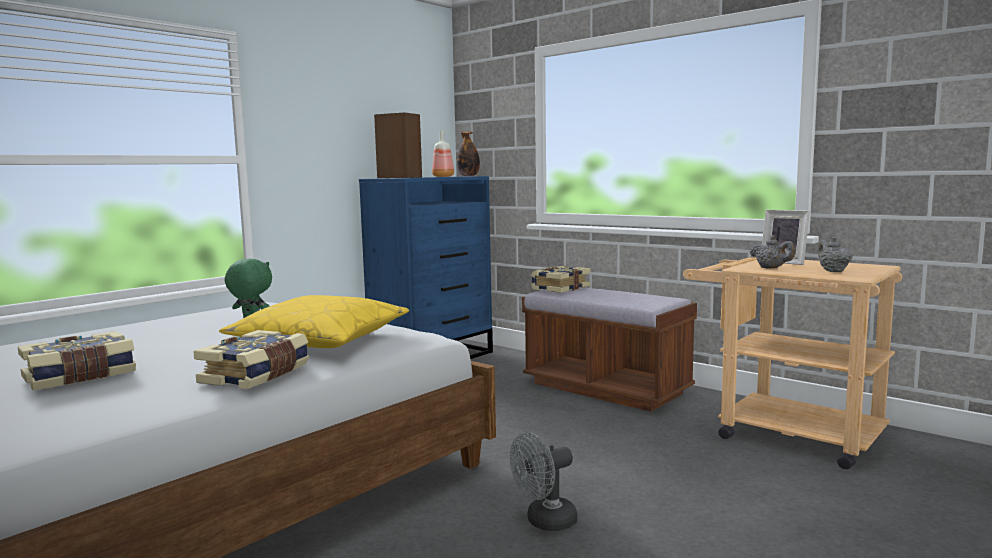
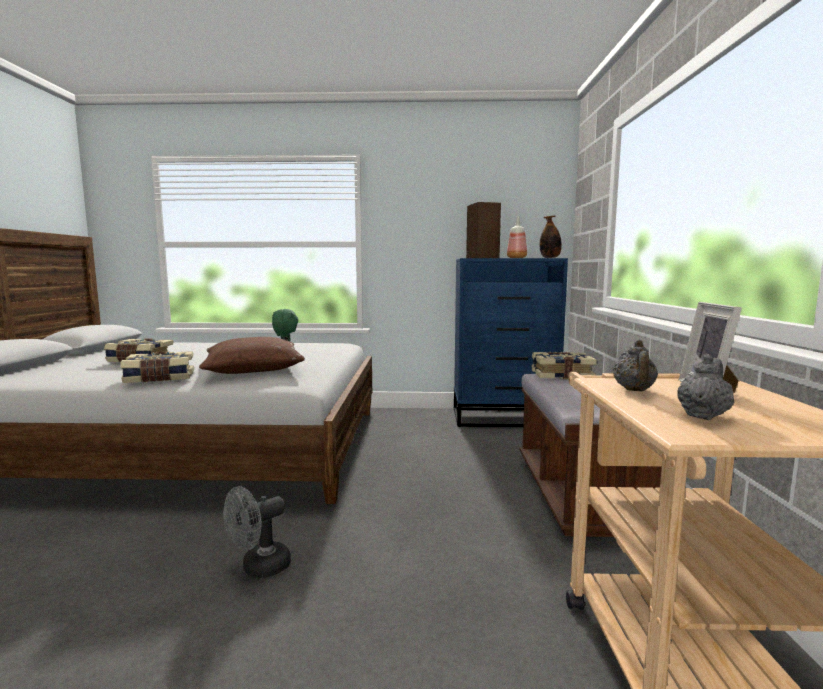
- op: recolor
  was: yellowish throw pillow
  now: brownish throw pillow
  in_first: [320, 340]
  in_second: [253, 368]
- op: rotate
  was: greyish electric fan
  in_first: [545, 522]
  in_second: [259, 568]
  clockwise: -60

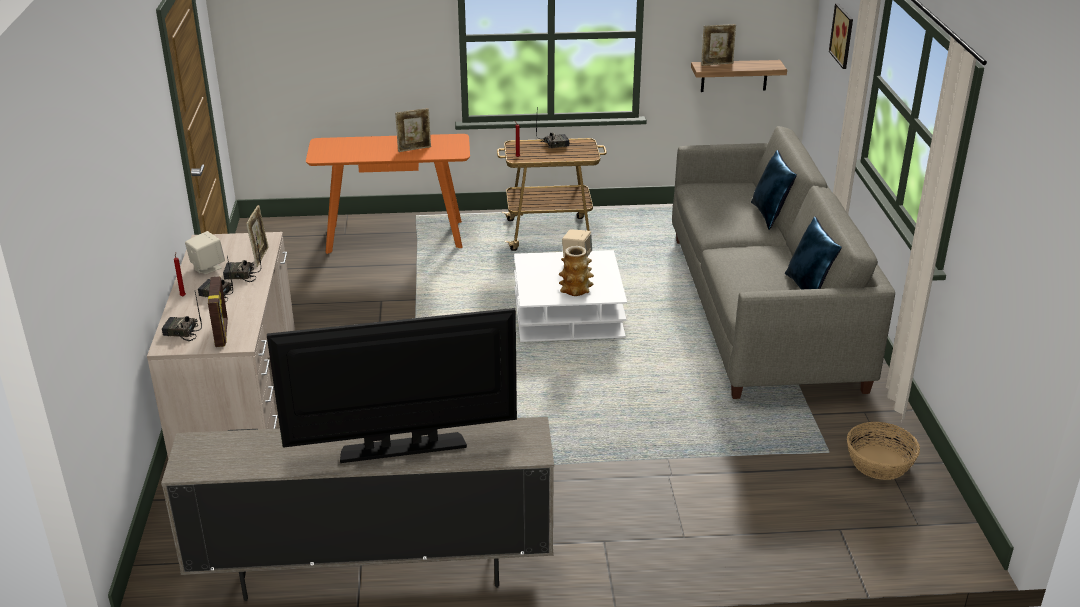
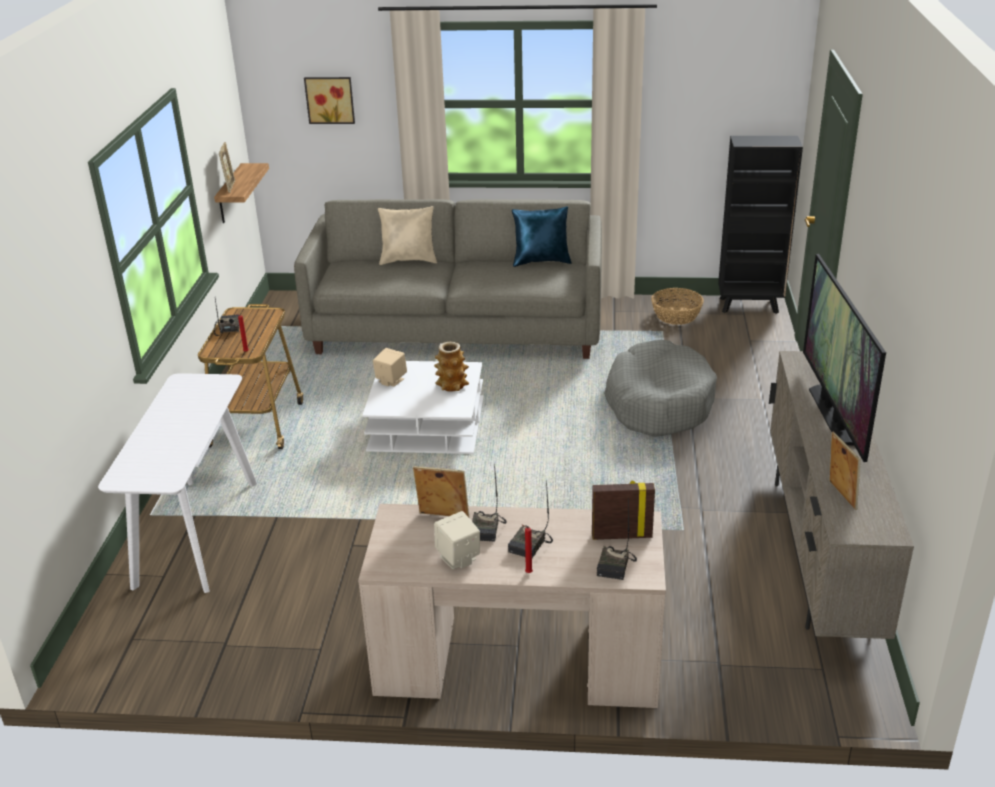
- op: recolor
  was: orangey console table
  now: whitish console table
  in_first: [395, 236]
  in_second: [197, 532]
- op: recolor
  was: bluish throw pillow
  now: beige-coloured throw pillow
  in_first: [770, 215]
  in_second: [409, 260]
- op: insert
  now: greyish dog cushion
  in_second: [658, 403]
- op: insert
  now: black-coloured bookcase
  in_second: [750, 305]
- op: move
  was: picture frame
  in_first: [414, 149]
  in_second: [840, 495]

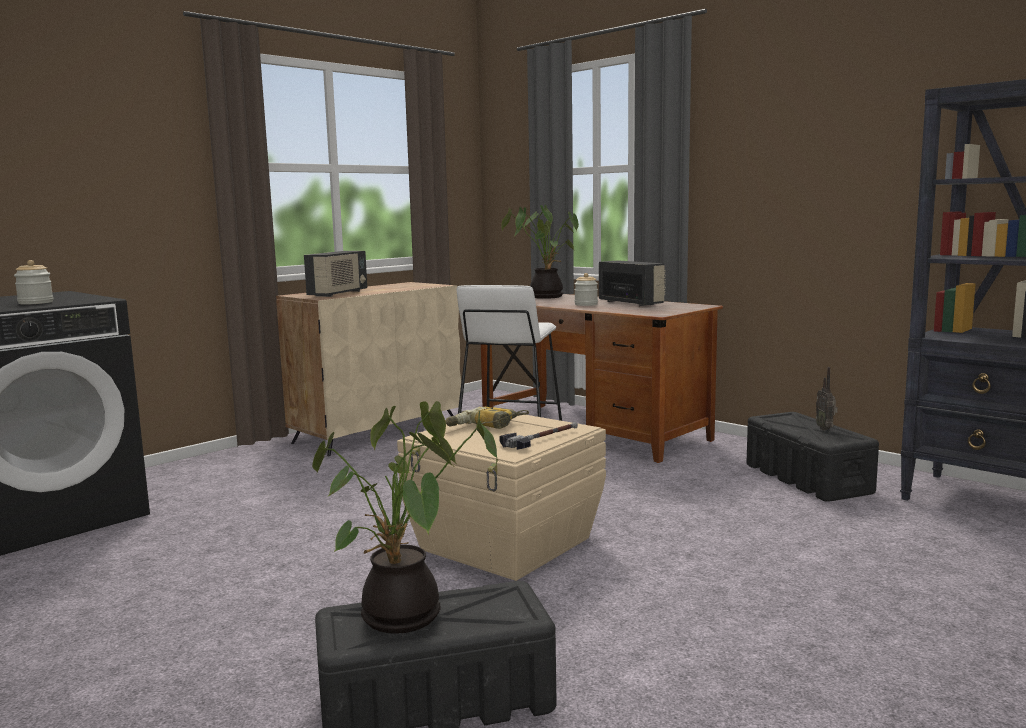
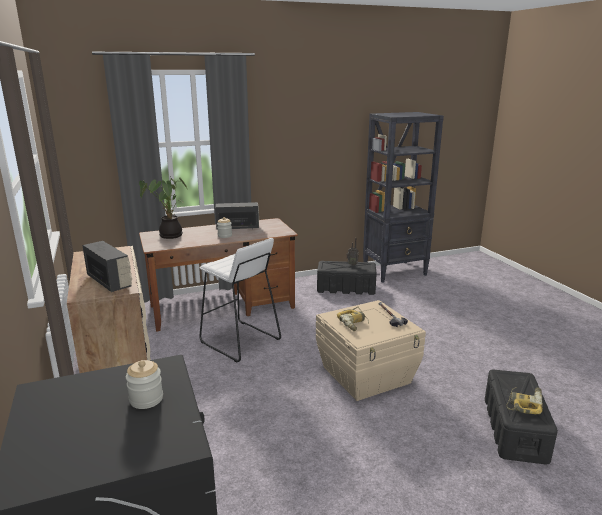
- op: replace
  was: plant in a pot
  now: electric drill
  in_first: [405, 620]
  in_second: [524, 403]

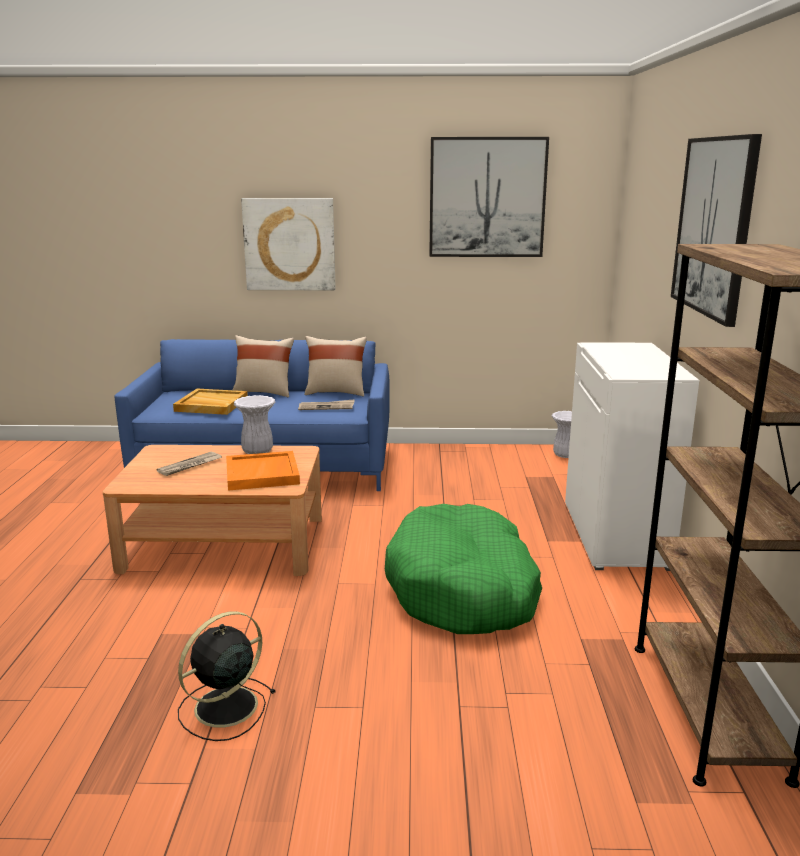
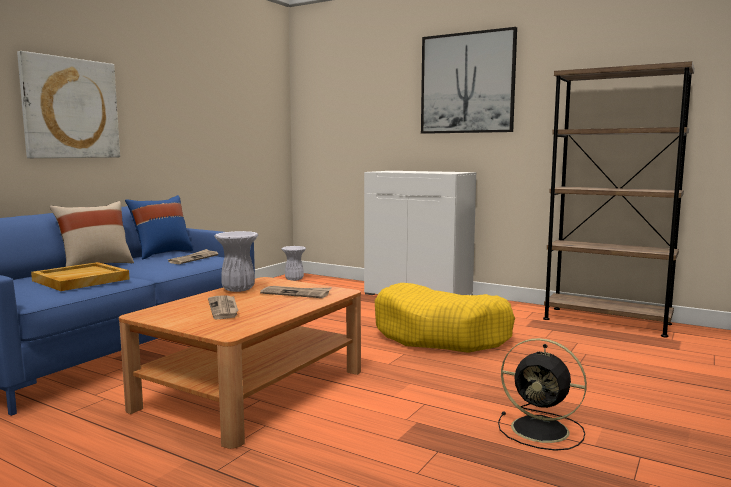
- op: recolor
  was: beige-coloured throw pillow
  now: bluish throw pillow
  in_first: [336, 392]
  in_second: [162, 253]
- op: replace
  was: orangey carrying tray
  now: newspaper
  in_first: [263, 474]
  in_second: [296, 293]
- op: recolor
  was: greenish dog cushion
  now: yellowish dog cushion
  in_first: [463, 589]
  in_second: [442, 335]
- op: rotate
  was: black-coloured electric fan
  in_first: [223, 708]
  in_second: [542, 430]
  clockwise: -45
- op: delete
  was: picture
  in_first: [487, 198]

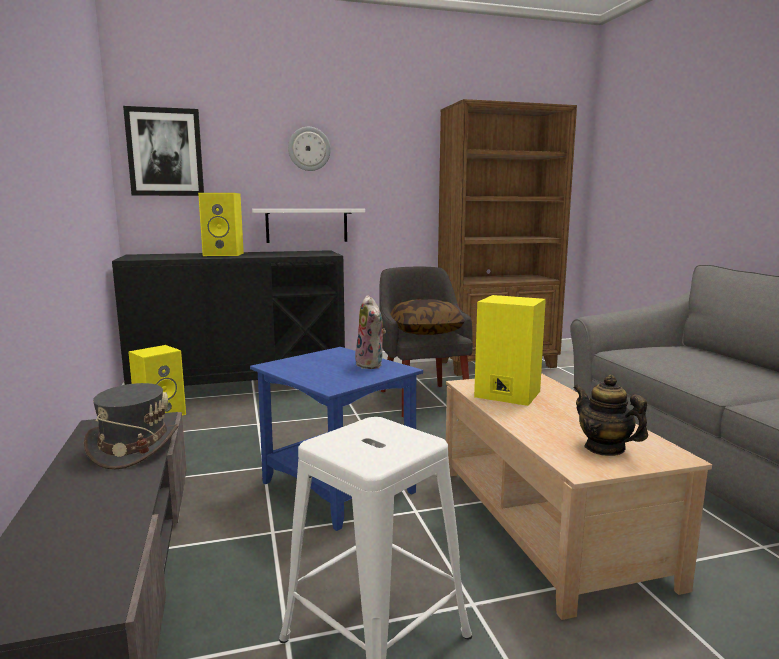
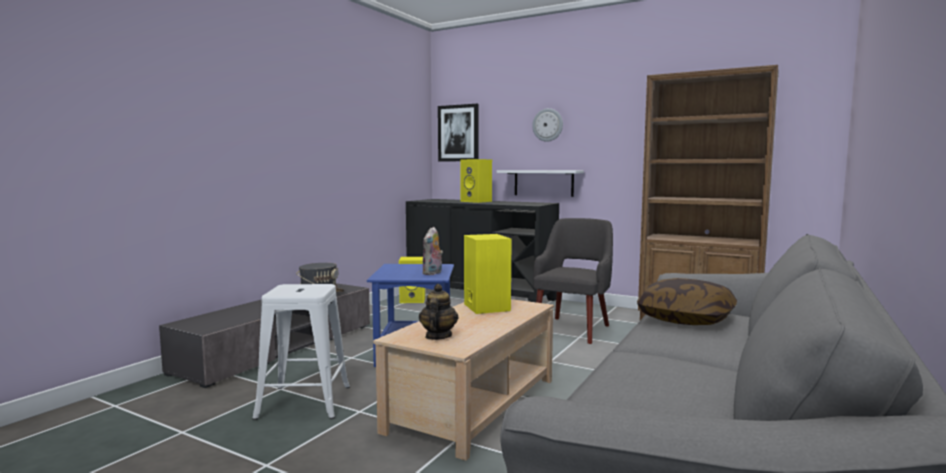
- op: move
  was: throw pillow
  in_first: [426, 331]
  in_second: [686, 319]

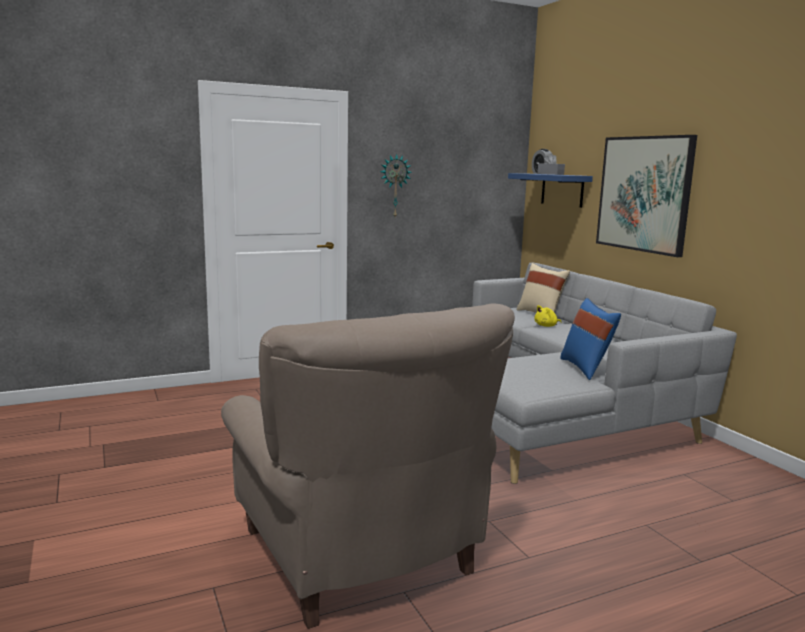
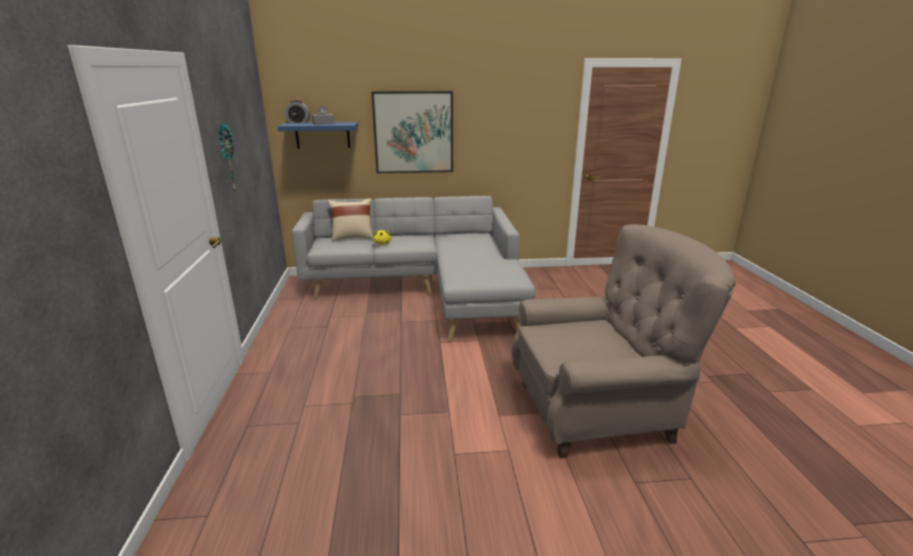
- op: delete
  was: bluish throw pillow
  in_first: [586, 368]

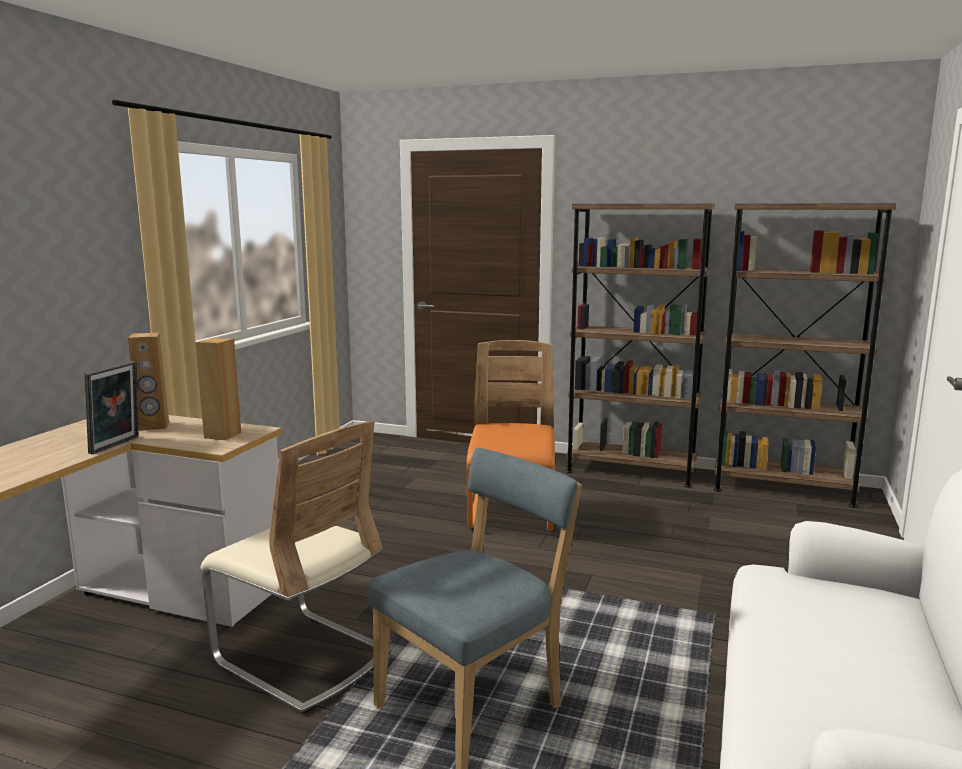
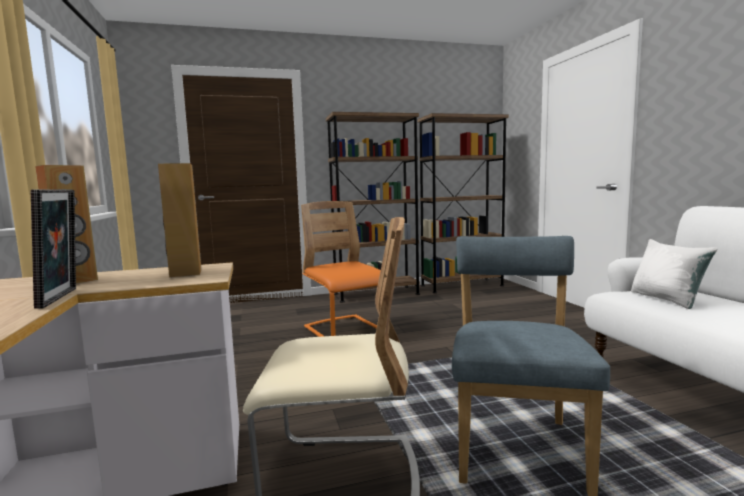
- op: insert
  now: whitish throw pillow
  in_second: [667, 299]

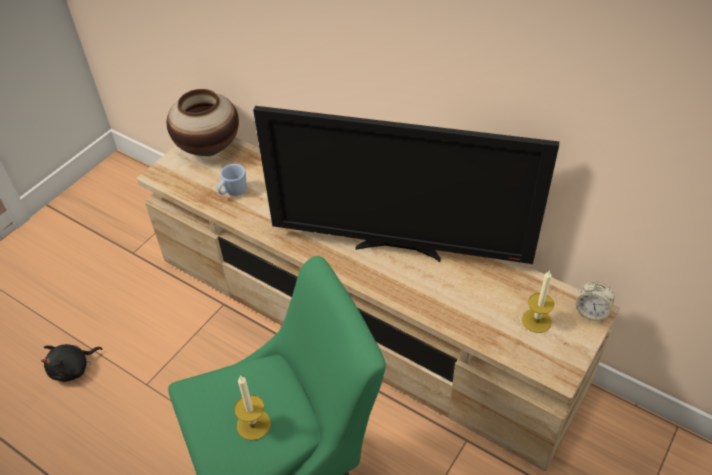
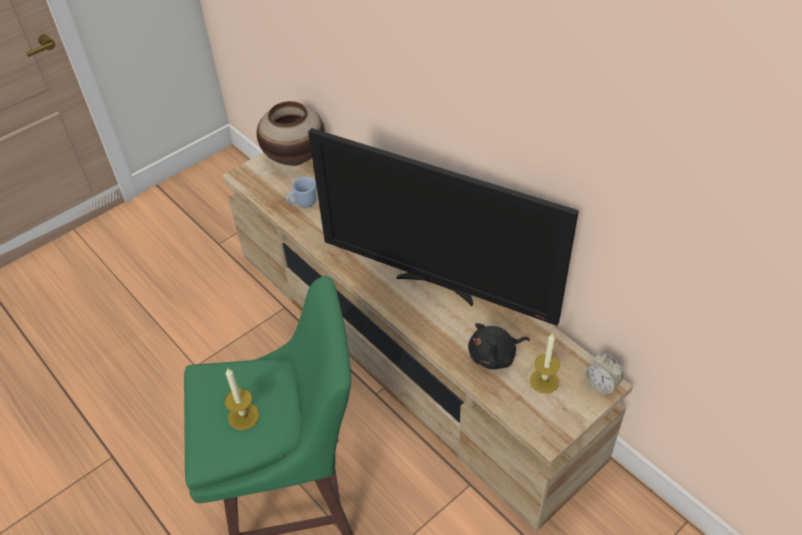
- op: move
  was: black-coloured cuddly toy
  in_first: [73, 368]
  in_second: [495, 356]

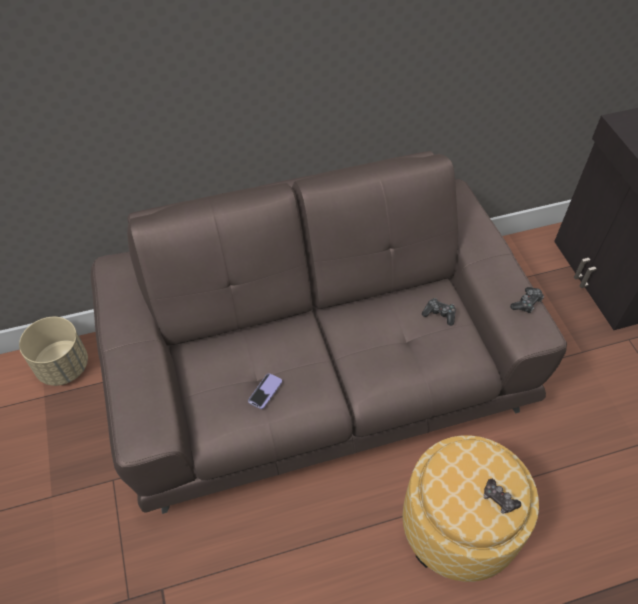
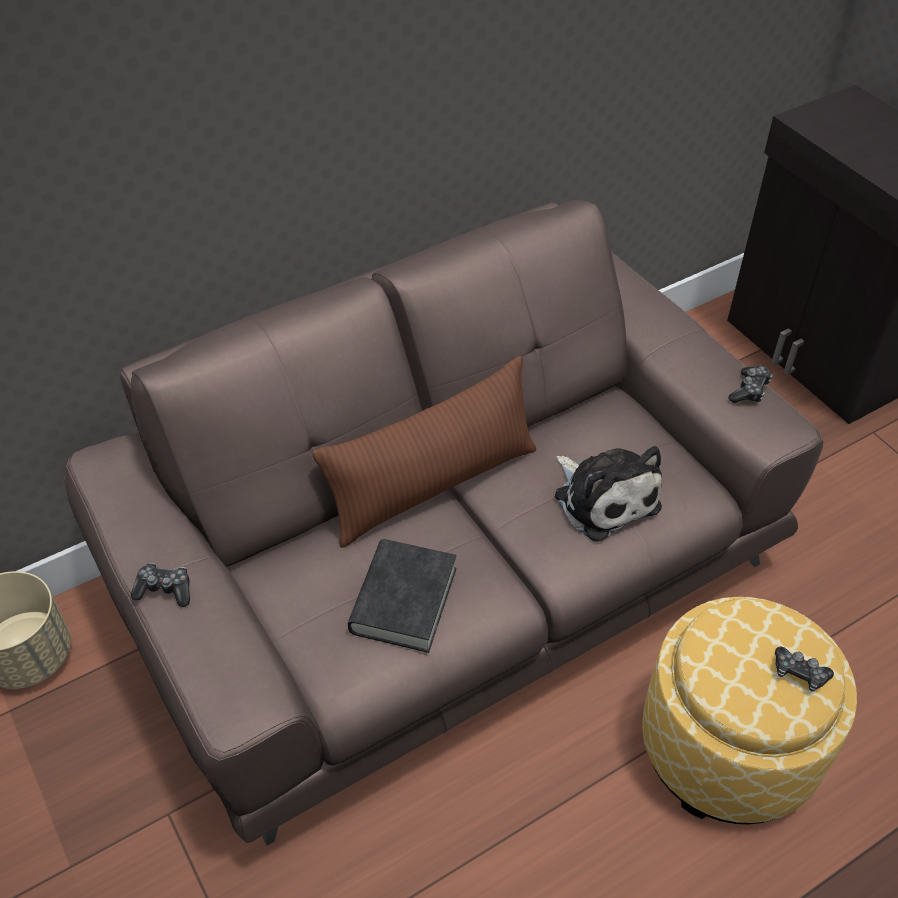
- op: move
  was: game controller
  in_first: [439, 314]
  in_second: [165, 590]
- op: insert
  now: brownish throw pillow
  in_second: [433, 486]
- op: replace
  was: phone
  now: black-coloured book
  in_first: [265, 391]
  in_second: [403, 600]
- op: insert
  now: cuddly toy
  in_second: [603, 497]

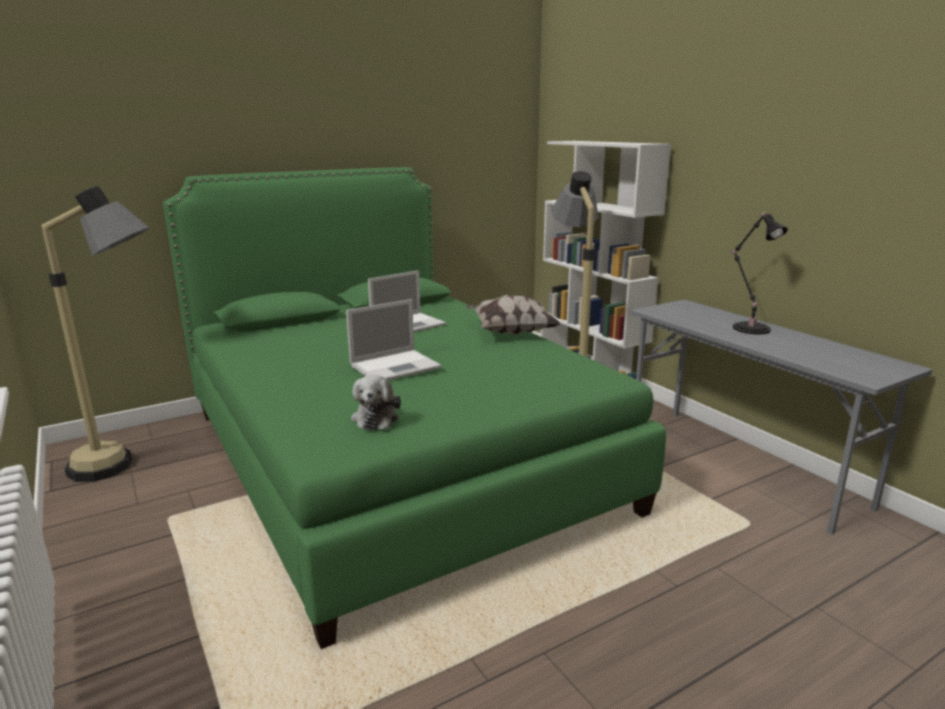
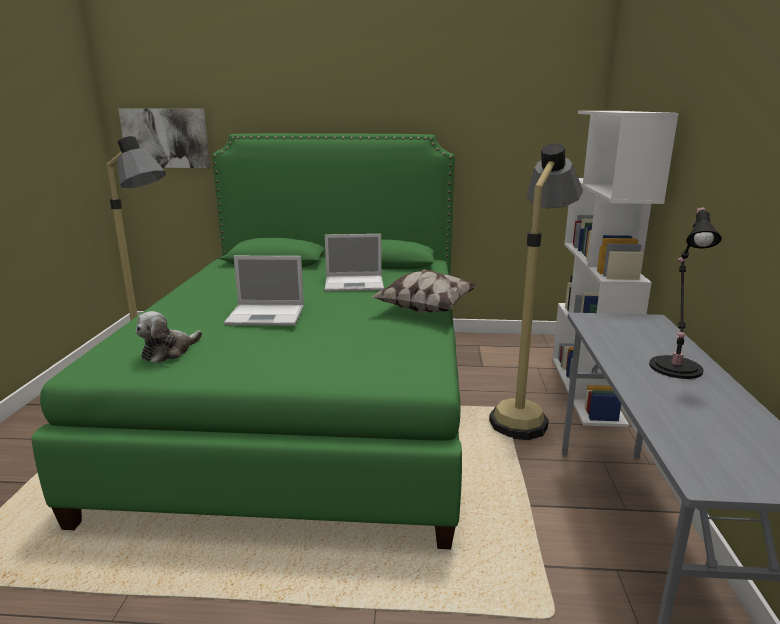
- op: insert
  now: picture
  in_second: [166, 138]

